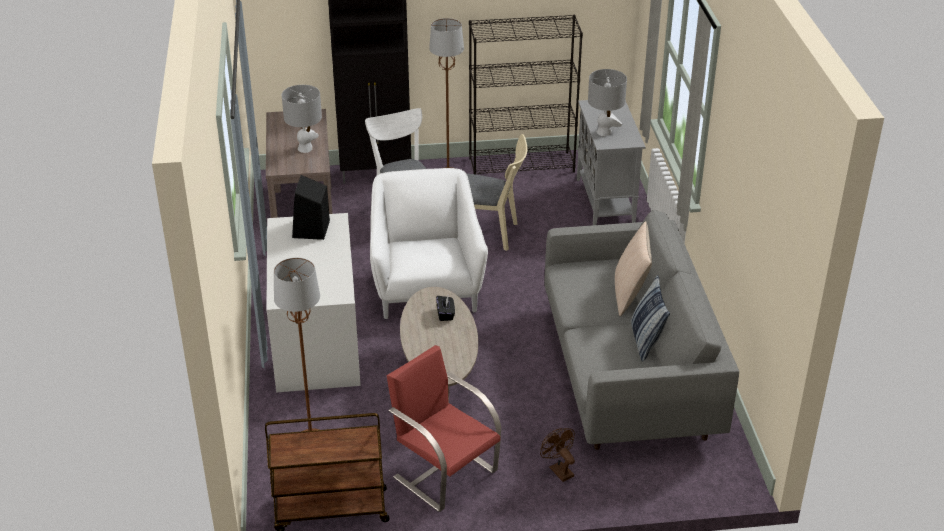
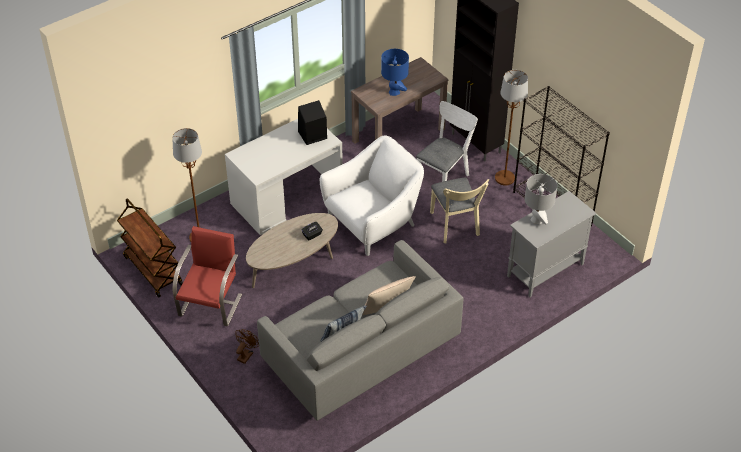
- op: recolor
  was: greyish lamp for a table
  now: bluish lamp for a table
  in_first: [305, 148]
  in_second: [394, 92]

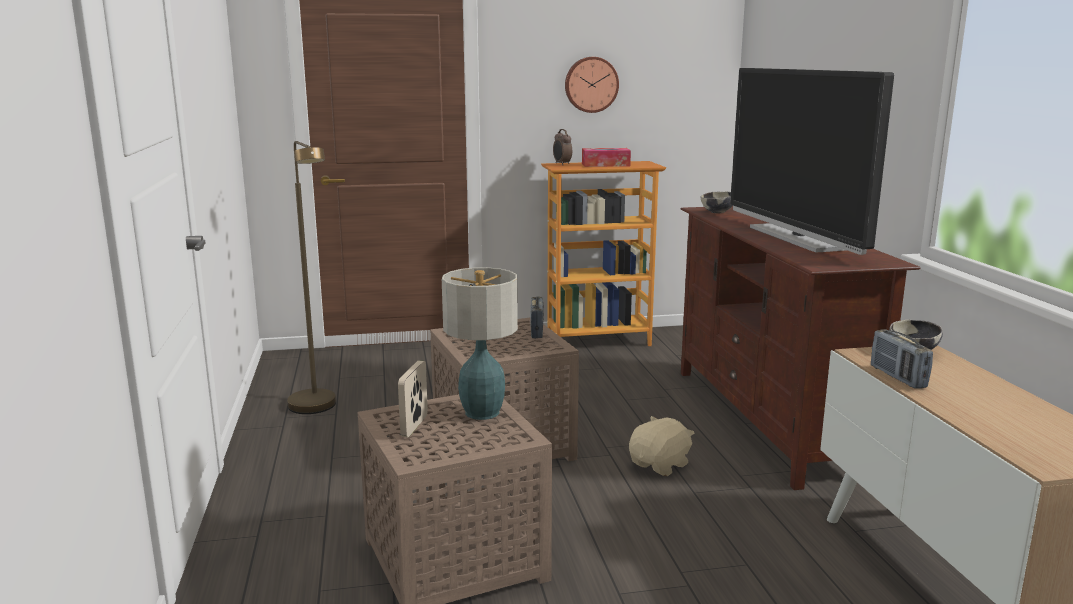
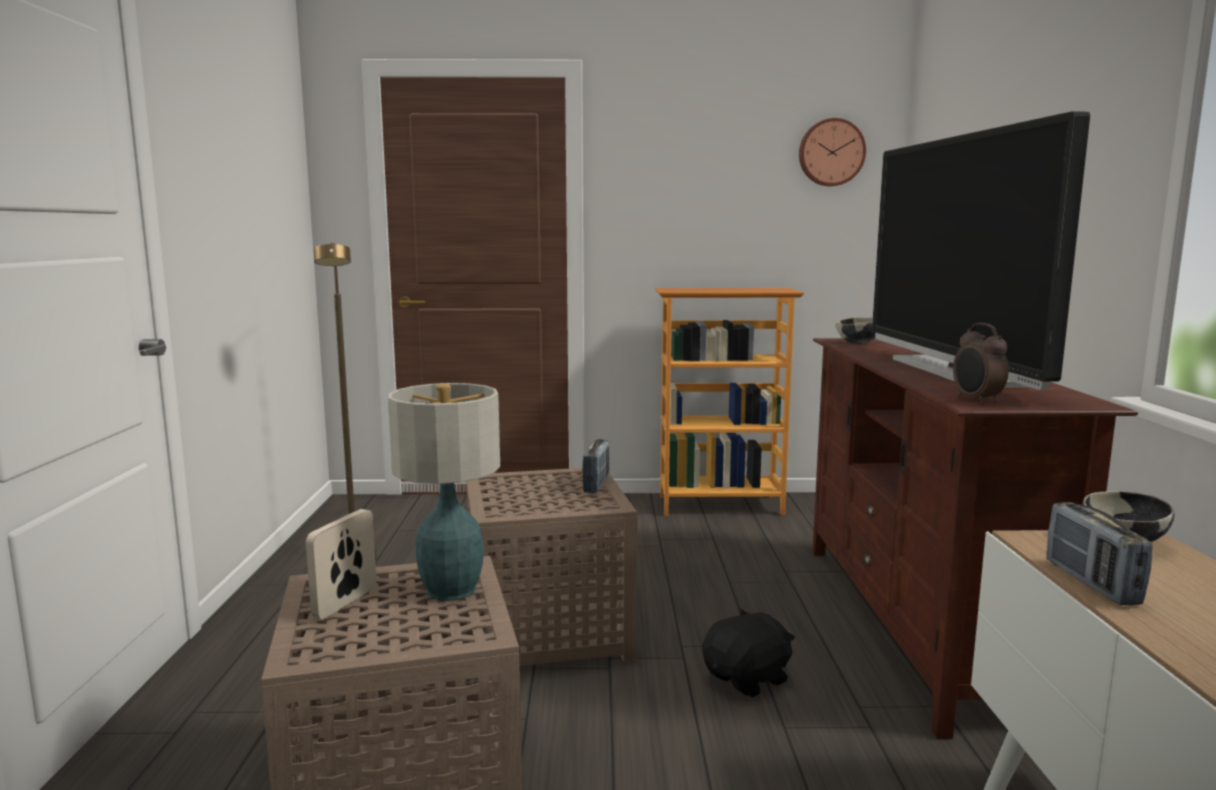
- op: recolor
  was: beige-coloured cuddly toy
  now: black-coloured cuddly toy
  in_first: [660, 465]
  in_second: [748, 679]
- op: move
  was: hanging clock
  in_first: [591, 84]
  in_second: [831, 152]
- op: move
  was: bedside clock
  in_first: [562, 164]
  in_second: [976, 400]
- op: delete
  was: tissue box
  in_first: [605, 165]

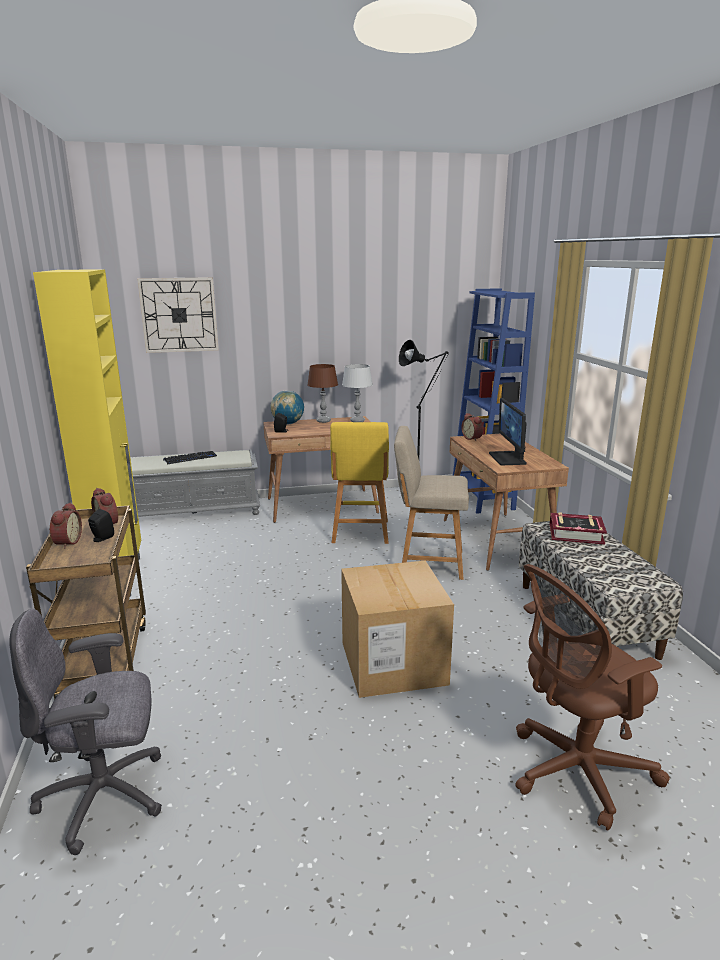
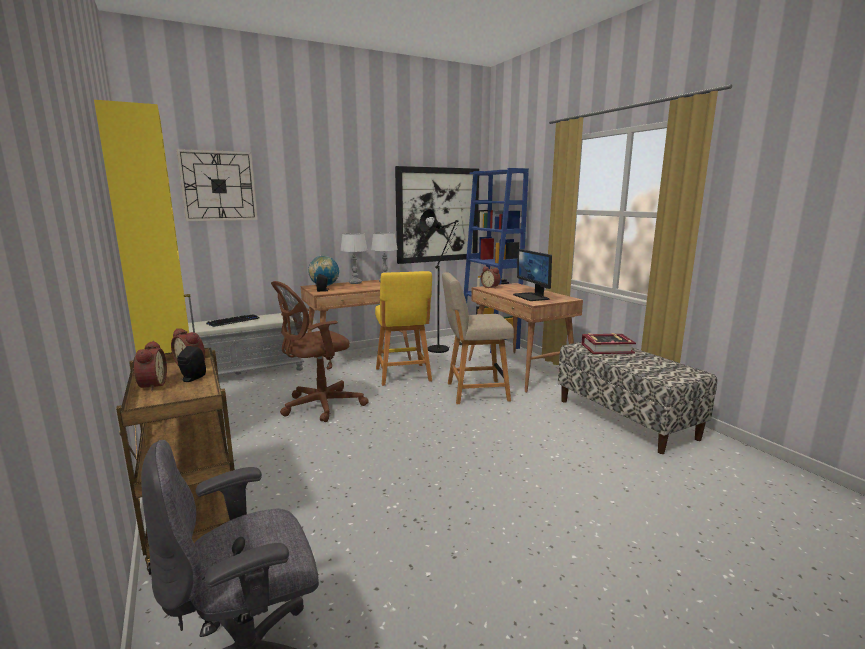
- op: move
  was: brownish desk chair
  in_first: [574, 772]
  in_second: [319, 406]
- op: recolor
  was: brownish lamp for a table
  now: greyish lamp for a table
  in_first: [323, 421]
  in_second: [355, 283]
- op: insert
  now: picture
  in_second: [437, 215]
- op: delete
  was: carton
  in_first: [393, 663]

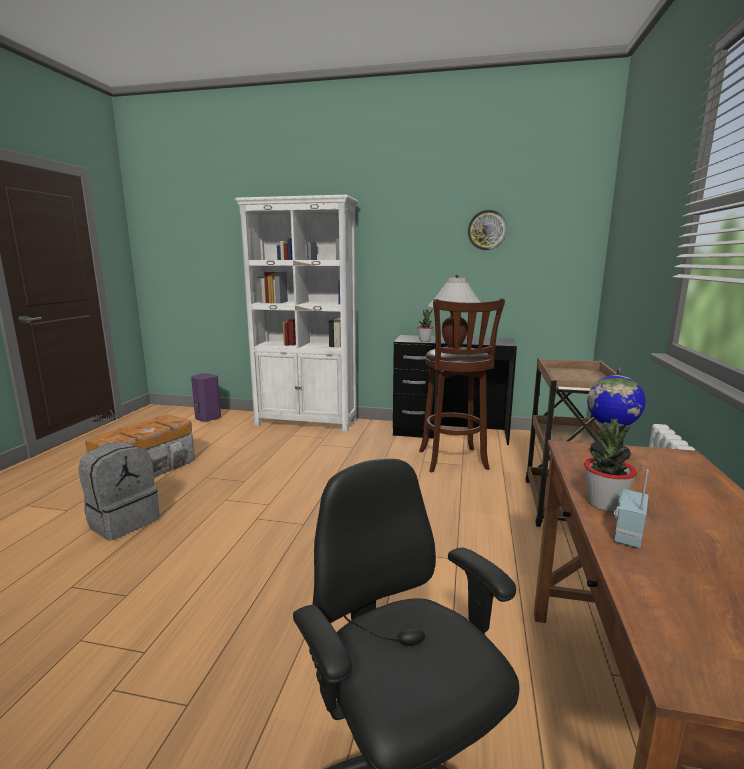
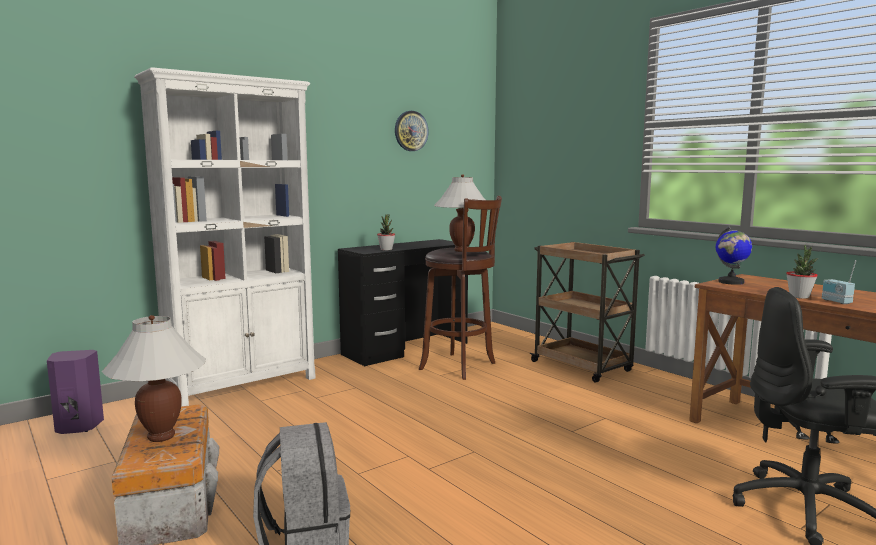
- op: insert
  now: whitish lamp for a table
  in_second: [161, 437]

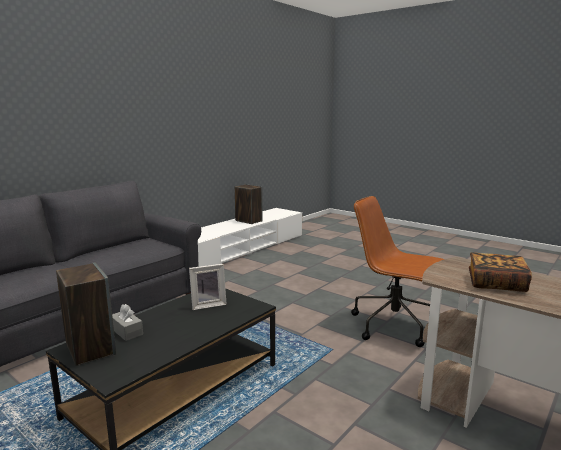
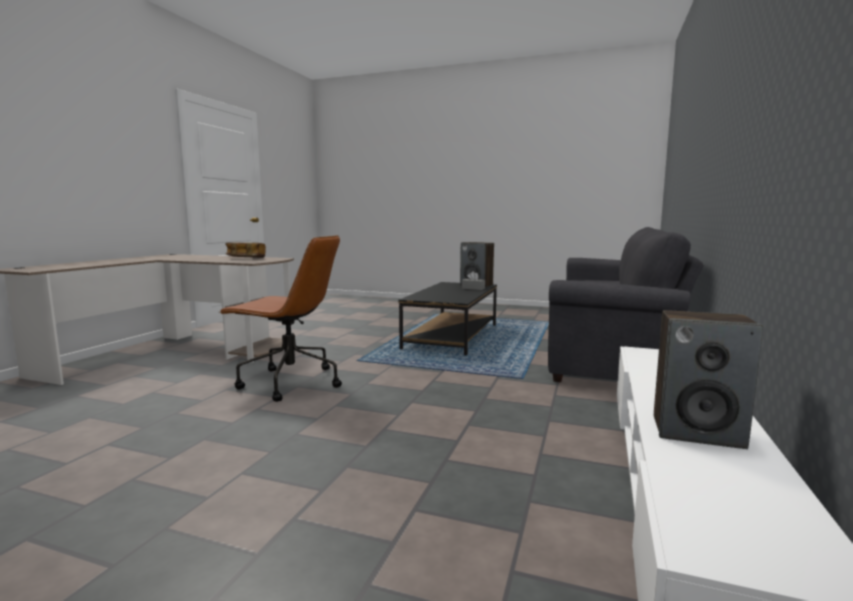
- op: delete
  was: picture frame
  in_first: [208, 304]

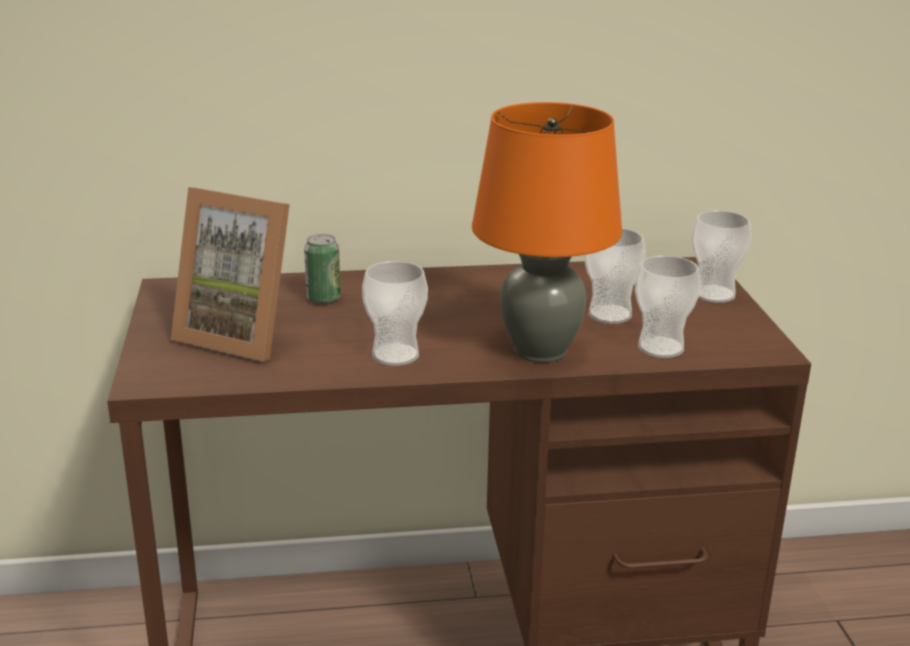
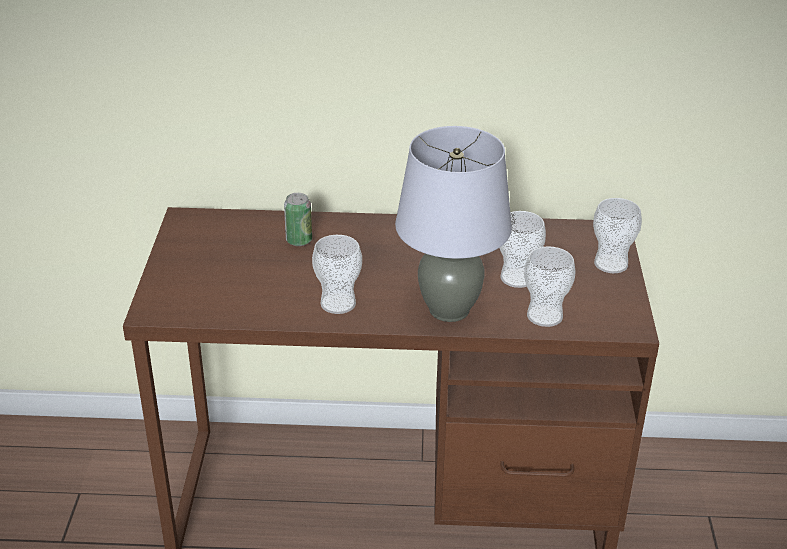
- op: recolor
  was: orangey lamp for a table
  now: greyish lamp for a table
  in_first: [541, 351]
  in_second: [449, 310]
- op: delete
  was: picture frame
  in_first: [242, 335]

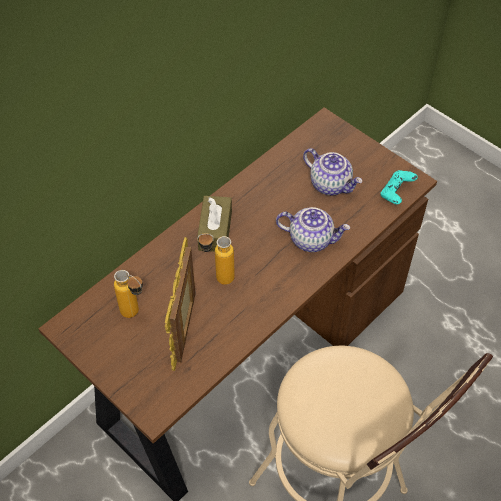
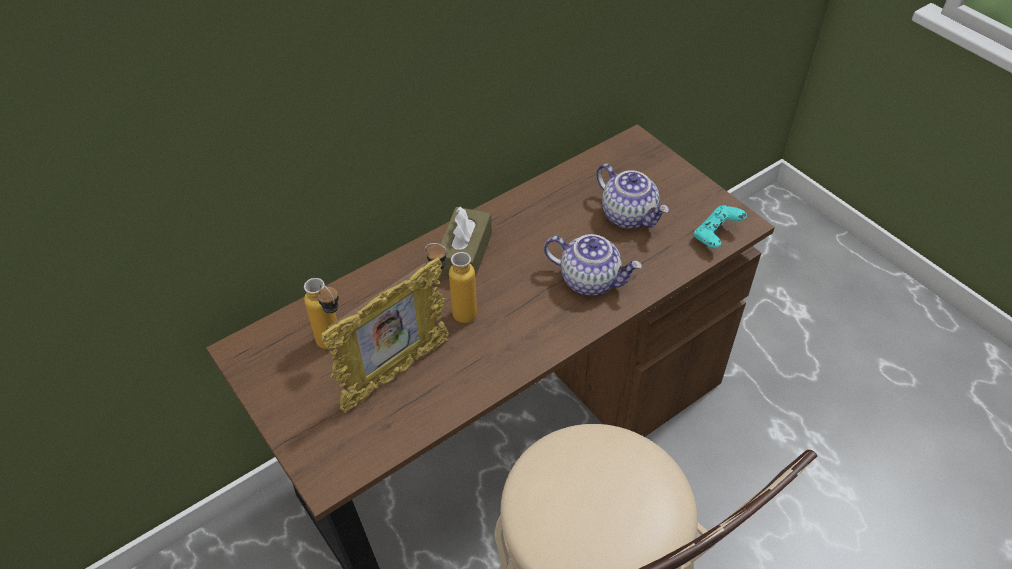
- op: rotate
  was: picture frame
  in_first: [184, 329]
  in_second: [395, 373]
  clockwise: -150

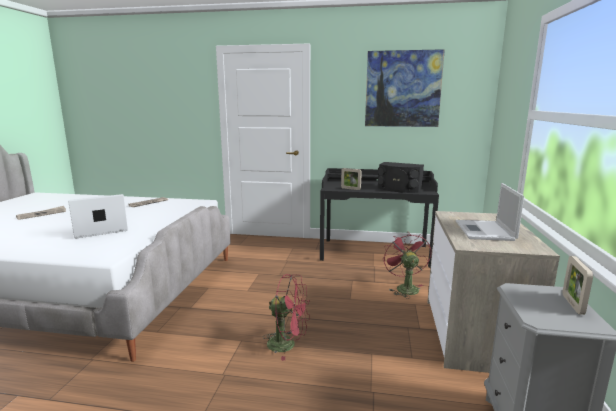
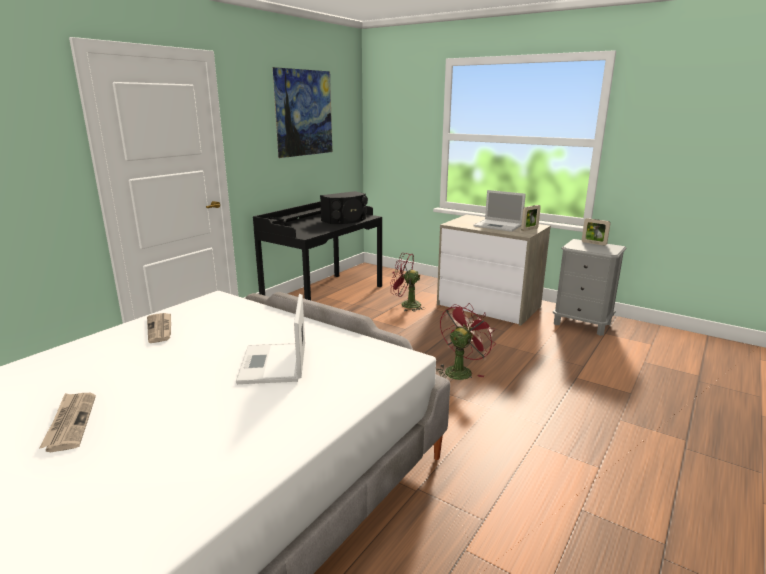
- op: move
  was: picture frame
  in_first: [350, 189]
  in_second: [529, 229]

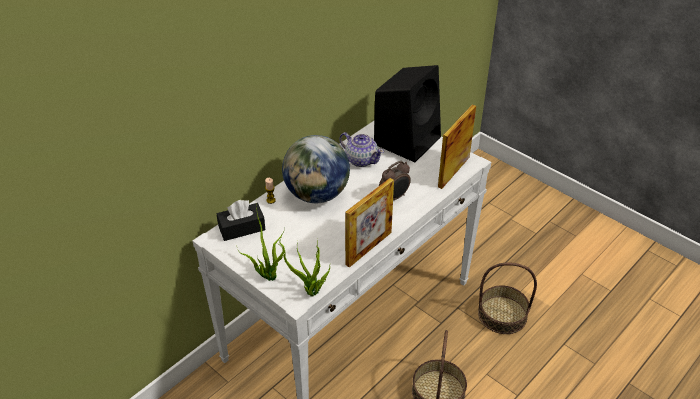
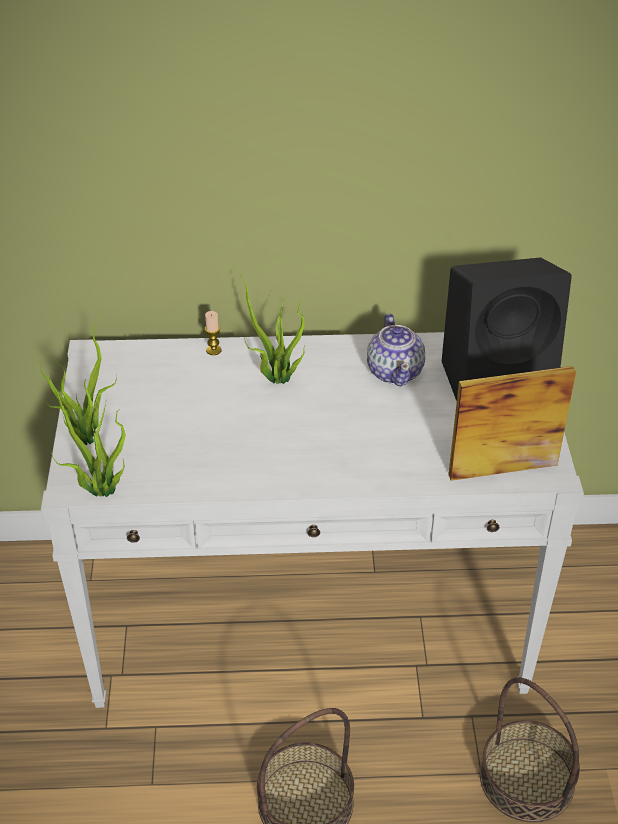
- op: replace
  was: world globe
  now: plant in a pot
  in_first: [317, 194]
  in_second: [276, 379]
- op: delete
  was: black-coloured tissue box
  in_first: [242, 228]
- op: delete
  was: picture frame
  in_first: [368, 248]
- op: delete
  was: bedside clock
  in_first: [394, 197]

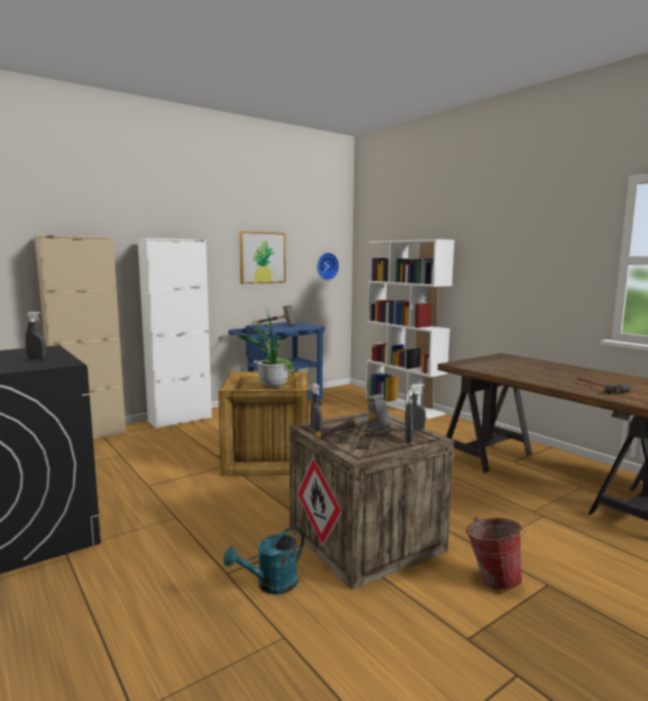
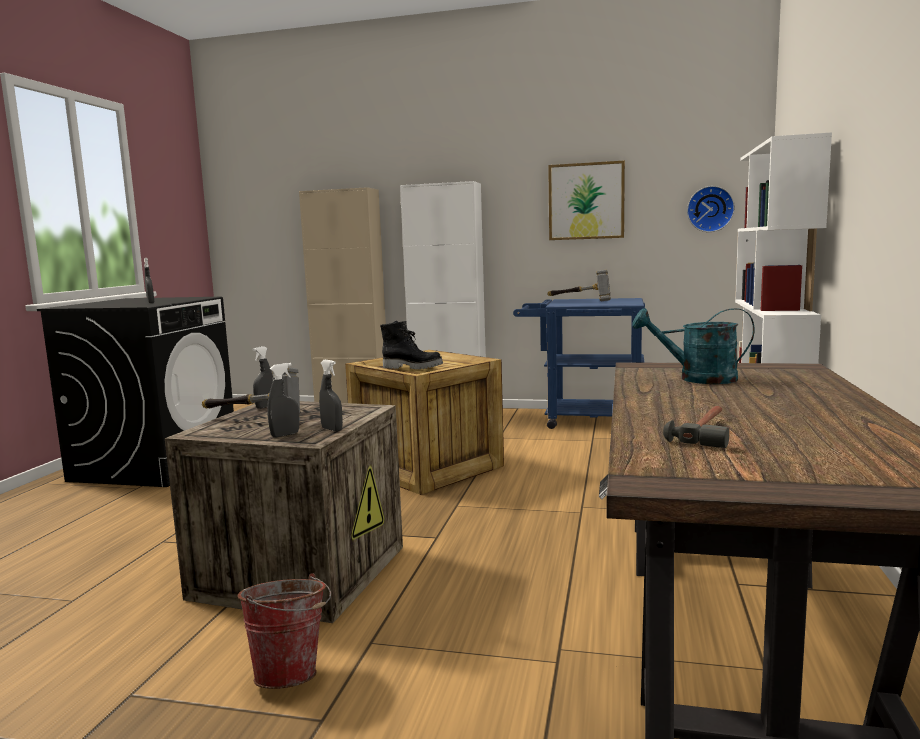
- op: replace
  was: plant in a pot
  now: black-coloured high-top boot
  in_first: [269, 385]
  in_second: [413, 367]
- op: move
  was: turquoise-coloured watering pot
  in_first: [271, 585]
  in_second: [697, 379]

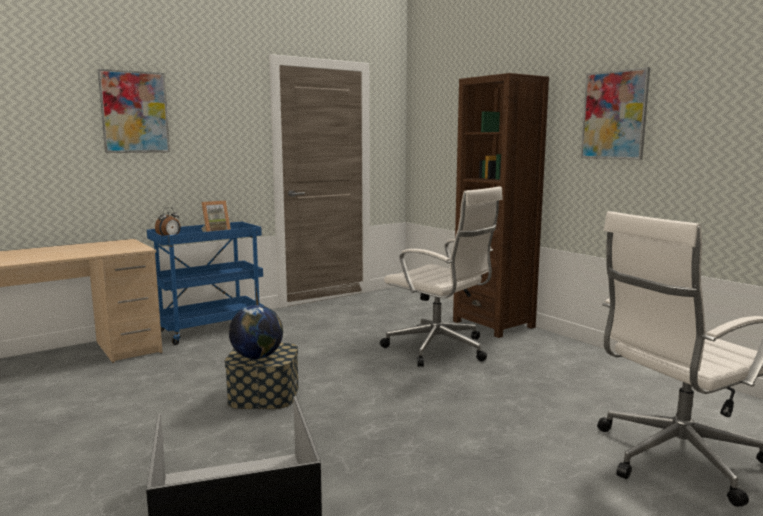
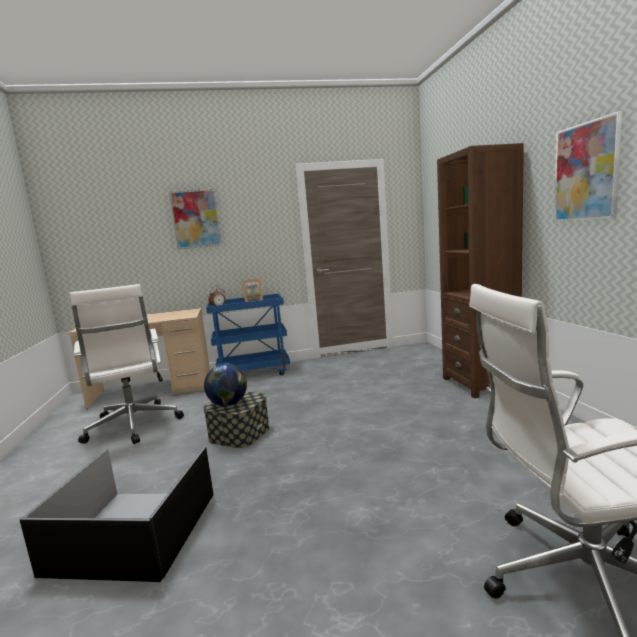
- op: move
  was: whitish desk chair
  in_first: [439, 349]
  in_second: [133, 426]

